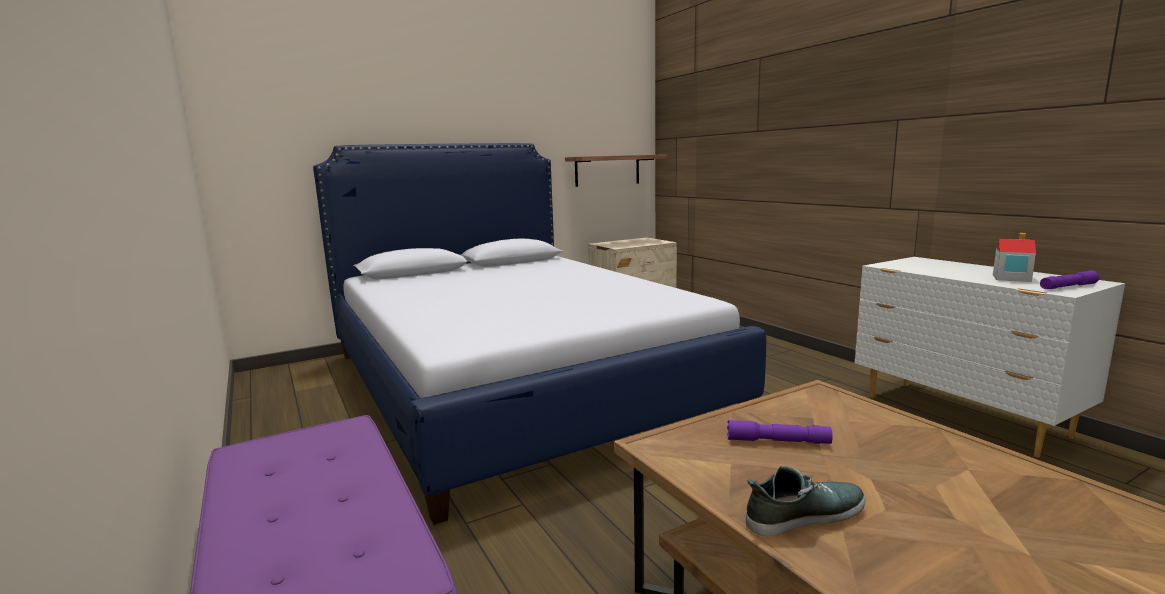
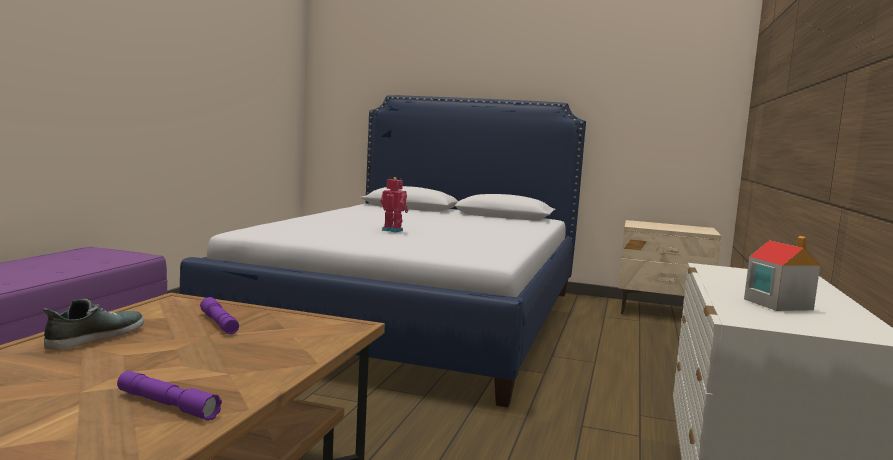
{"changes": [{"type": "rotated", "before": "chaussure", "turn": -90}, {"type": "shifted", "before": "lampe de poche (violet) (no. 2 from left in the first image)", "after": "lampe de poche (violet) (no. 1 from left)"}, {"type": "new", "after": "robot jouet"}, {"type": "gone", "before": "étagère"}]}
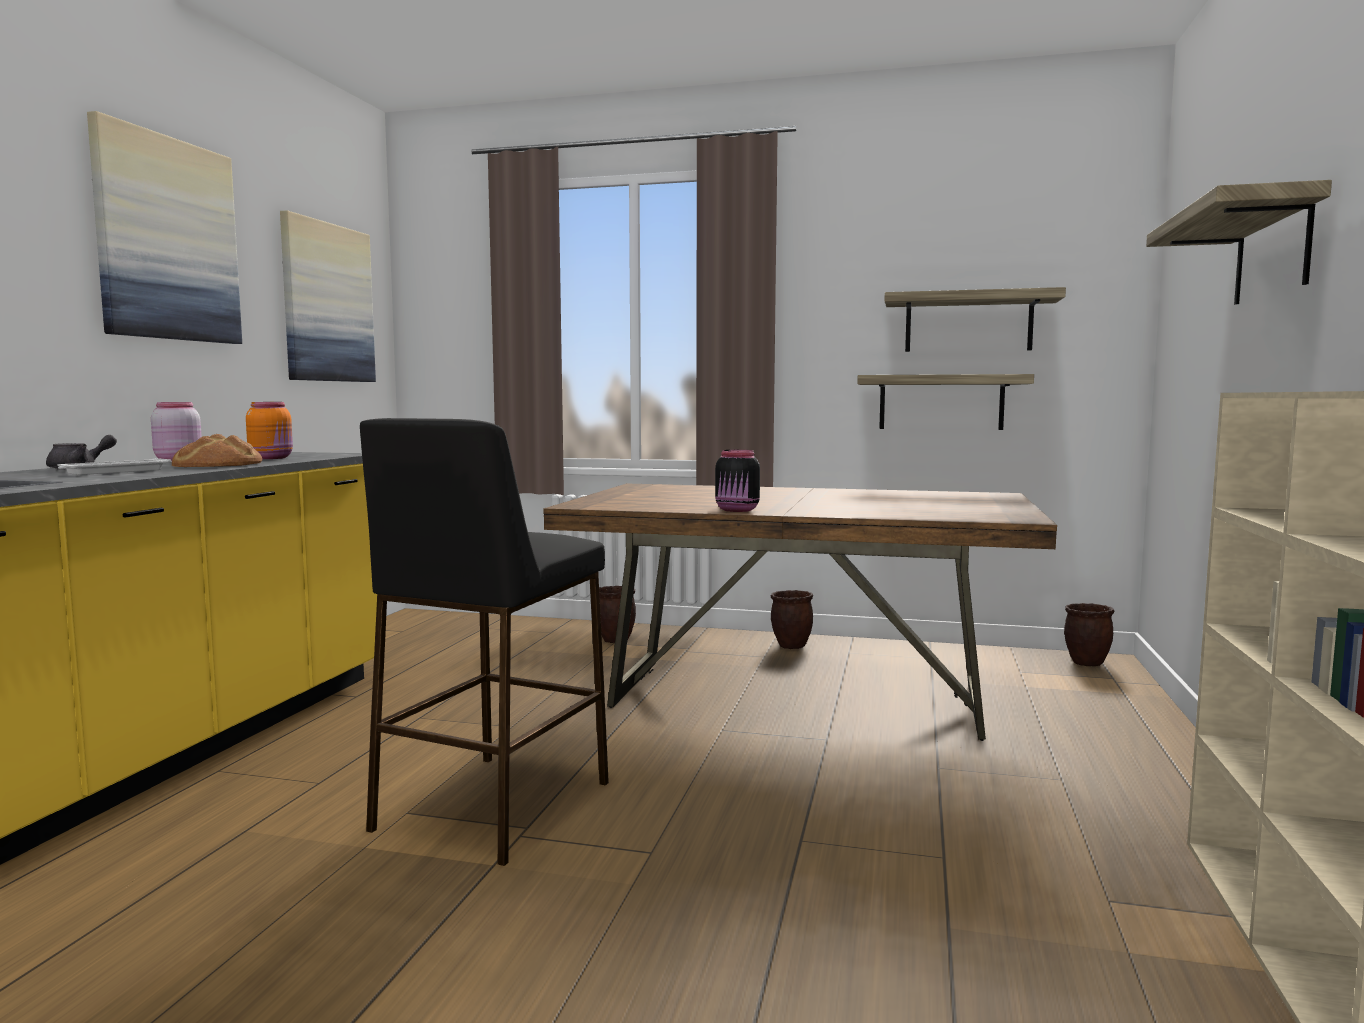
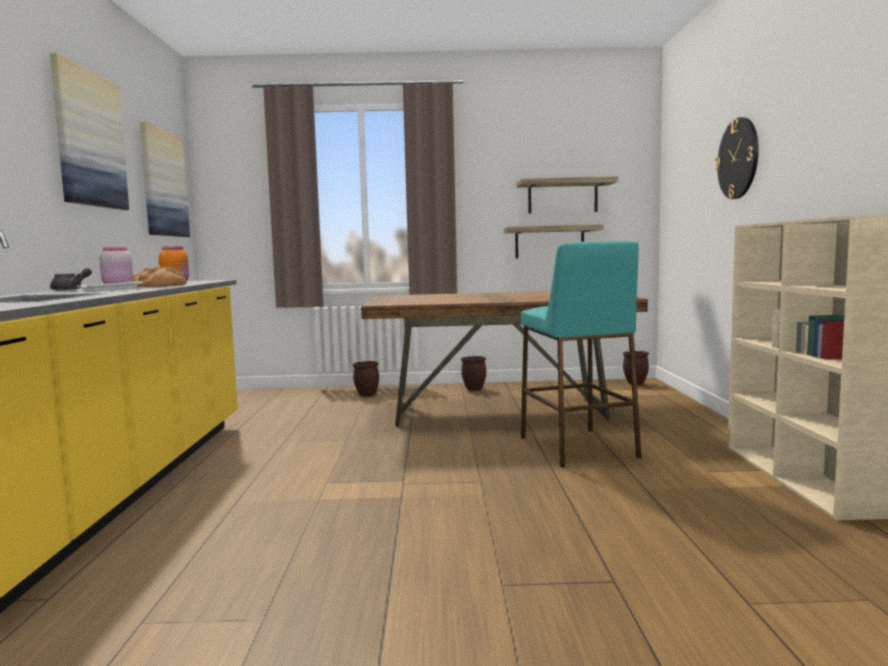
{"changes": [{"type": "new", "after": "tabouret (turquoise)"}, {"type": "swapped", "before": "étagère (no. 3 from left)", "after": "horloge murale"}, {"type": "gone", "before": "tabouret (noir)"}, {"type": "gone", "before": "bocal (noir)"}]}
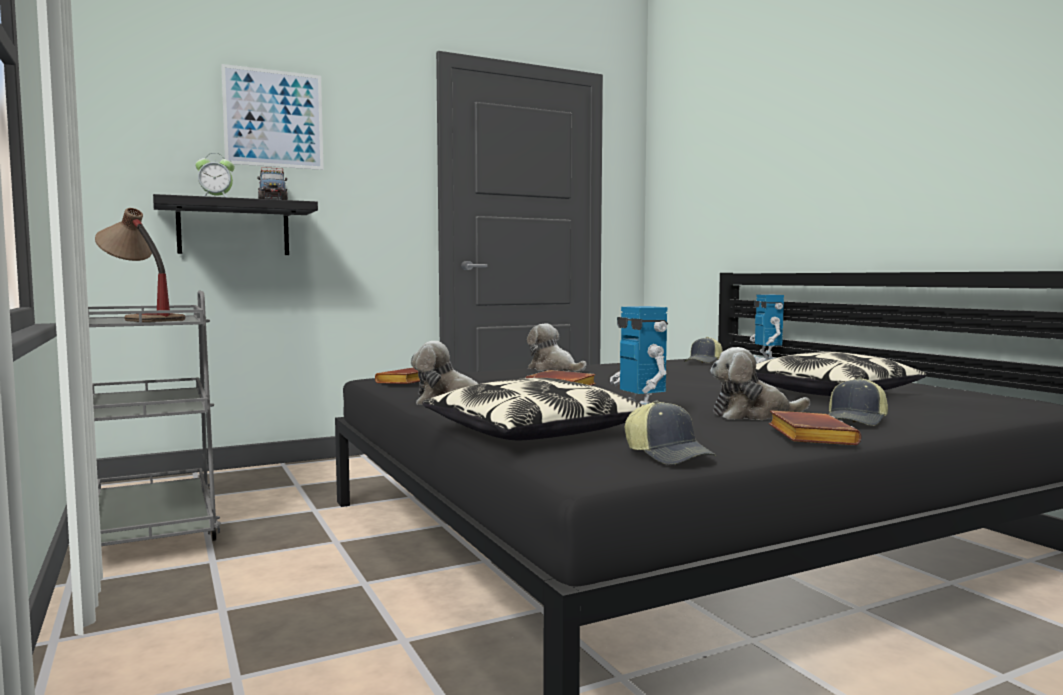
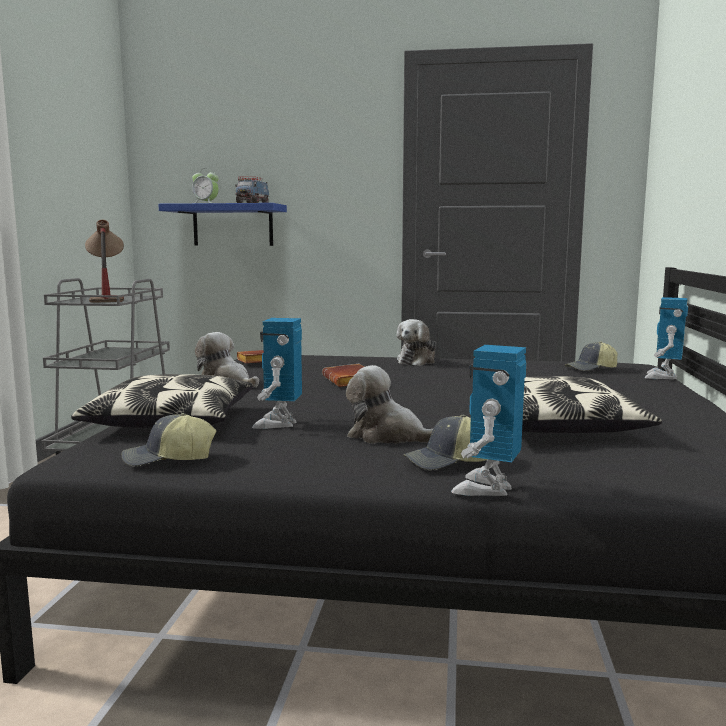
{"changes": [{"type": "rotated", "before": "casquette (no. 1 from left)", "turn": 75}, {"type": "repainted", "before": "étagère (noir)", "after": "étagère (bleu)"}, {"type": "rotated", "before": "peluche (no. 2 from left in the first image)", "turn": -135}, {"type": "new", "after": "robot jouet (no. 2 from left)"}, {"type": "gone", "before": "tableau"}, {"type": "gone", "before": "livre (marron) (no. 3 from left)"}]}
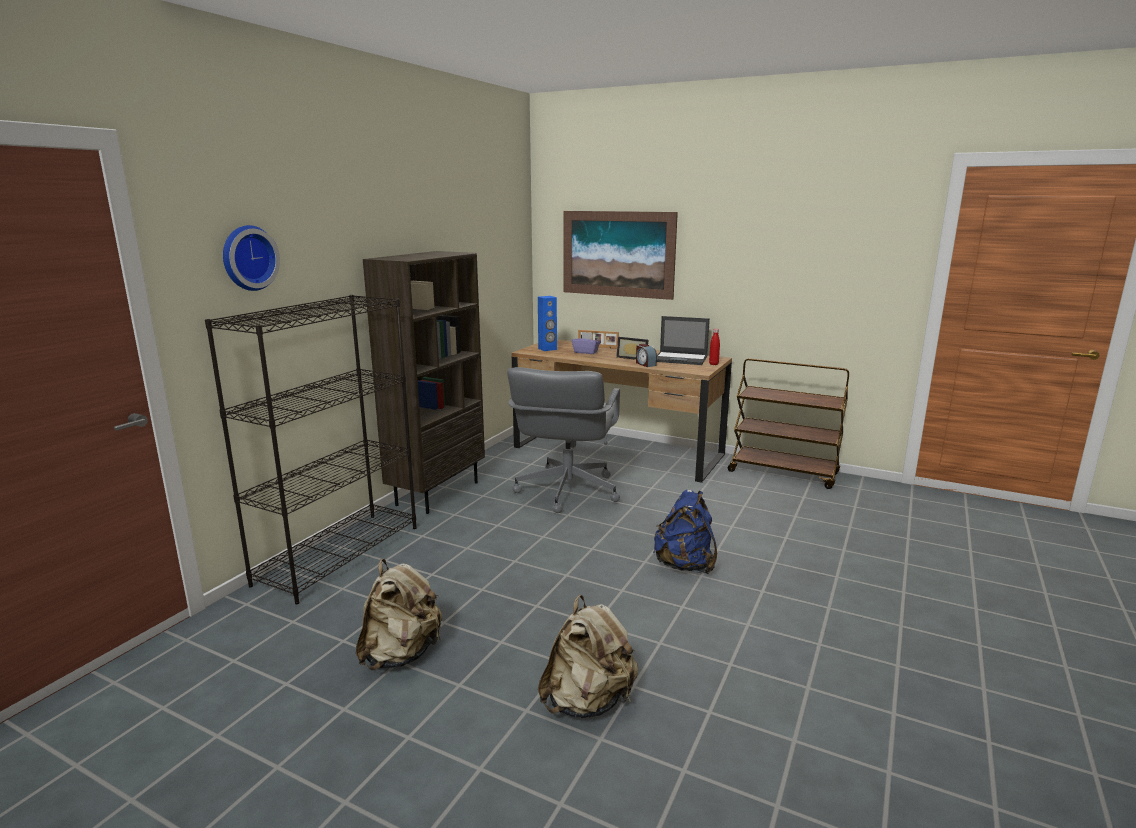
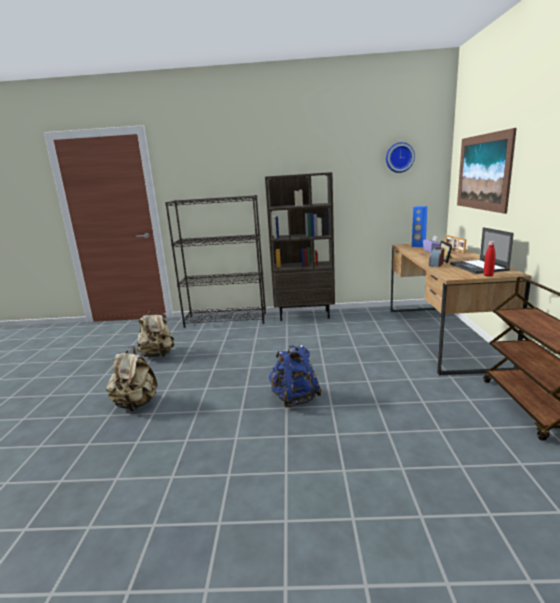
{"changes": [{"type": "shifted", "before": "horloge murale"}, {"type": "gone", "before": "chaise de bureau (gris)"}]}
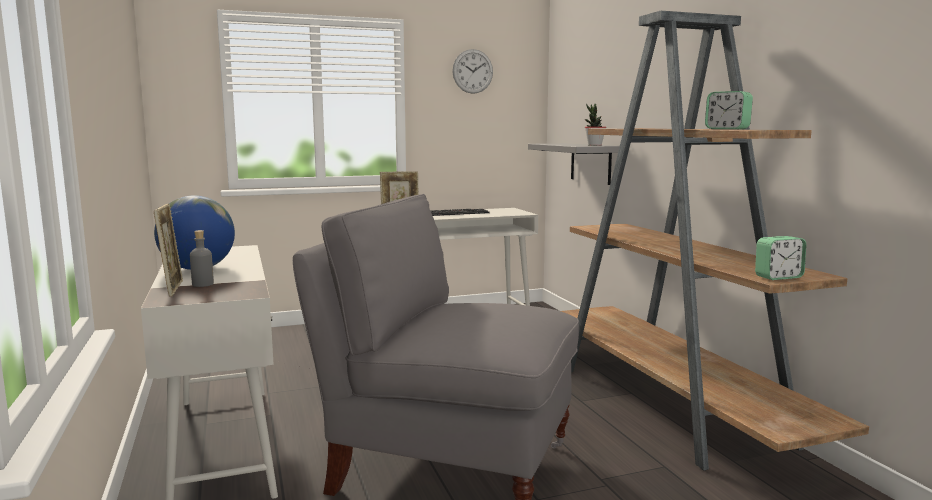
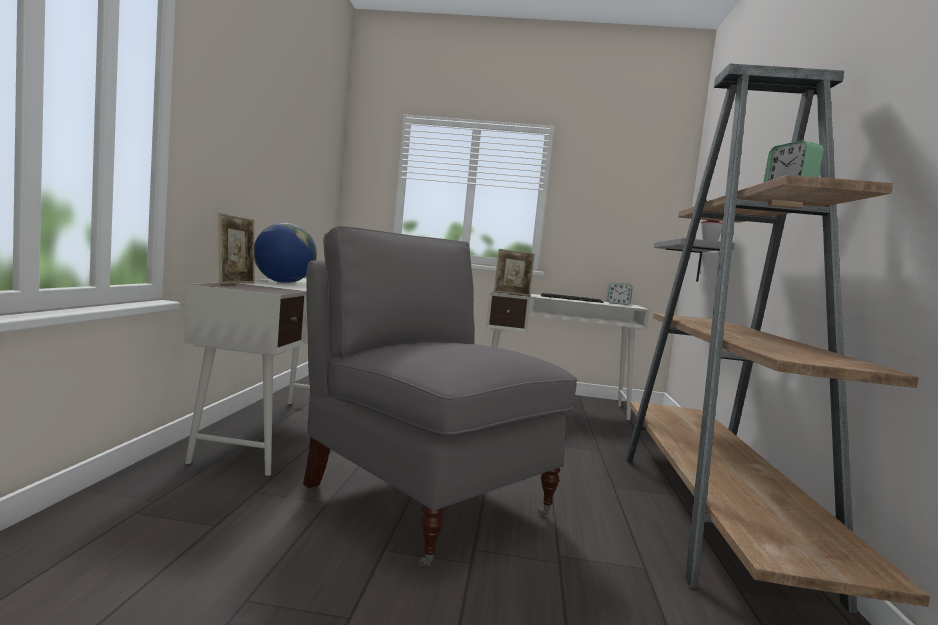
{"changes": [{"type": "shifted", "before": "réveil (no. 2 from left in the first image)", "after": "réveil (no. 1 from left)"}, {"type": "gone", "before": "bouteille (gris)"}, {"type": "gone", "before": "horloge murale"}]}
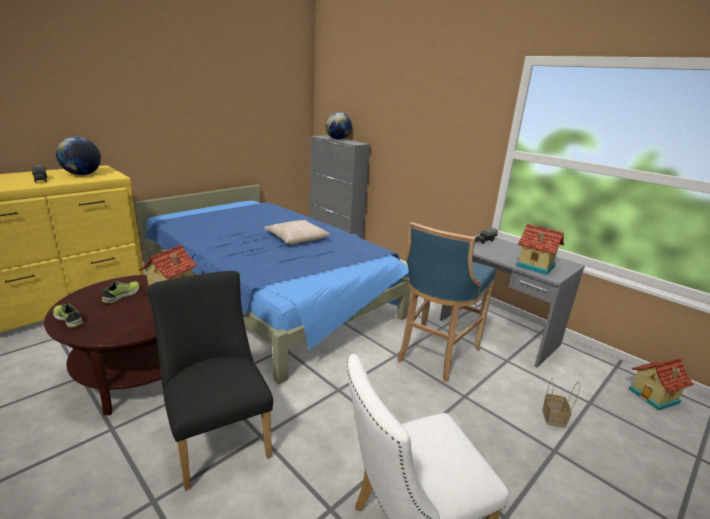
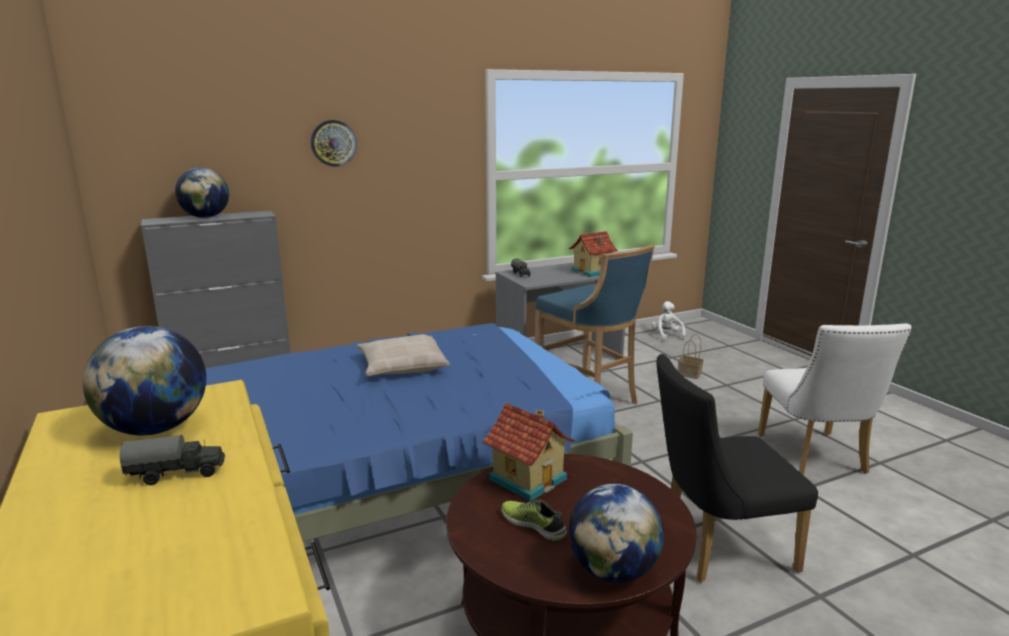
{"changes": [{"type": "new", "after": "horloge murale"}, {"type": "swapped", "before": "chaussure (no. 1 from left)", "after": "globe (no. 3 from left)"}, {"type": "swapped", "before": "maison miniature (no. 3 from left)", "after": "peluche (blanc)"}]}
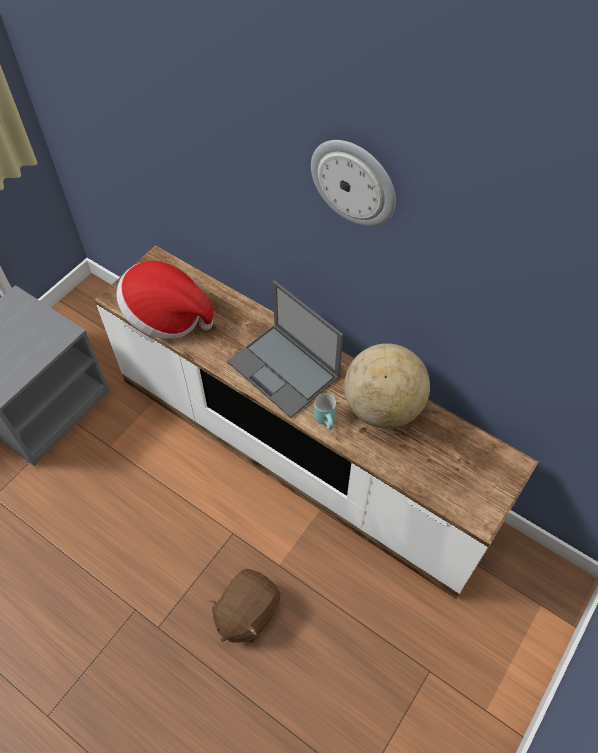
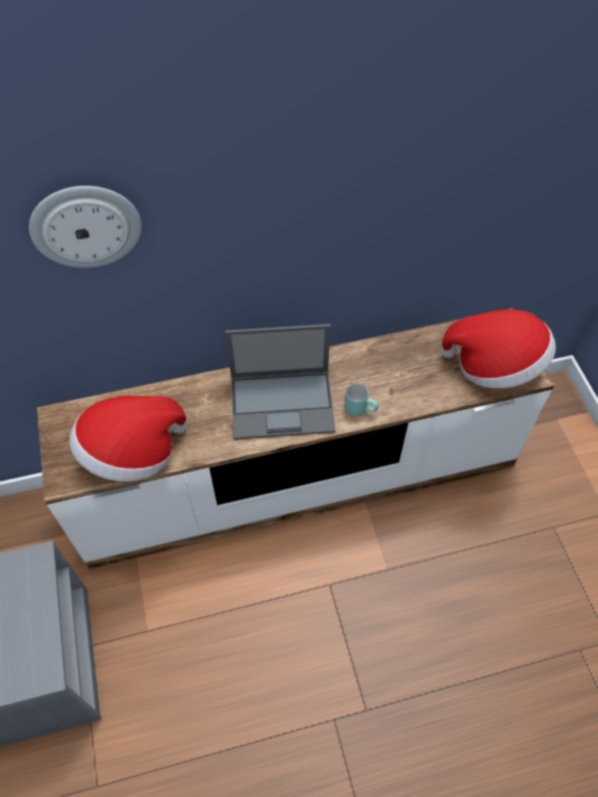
{"changes": [{"type": "shifted", "before": "horloge murale"}, {"type": "new", "after": "chapeau (no. 2 from left)"}, {"type": "gone", "before": "peluche (marron)"}, {"type": "gone", "before": "globe"}]}
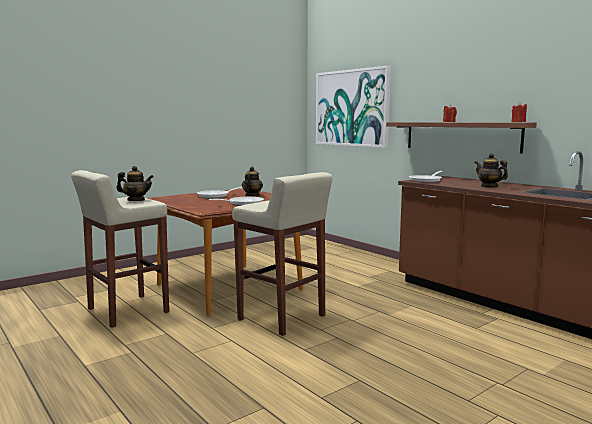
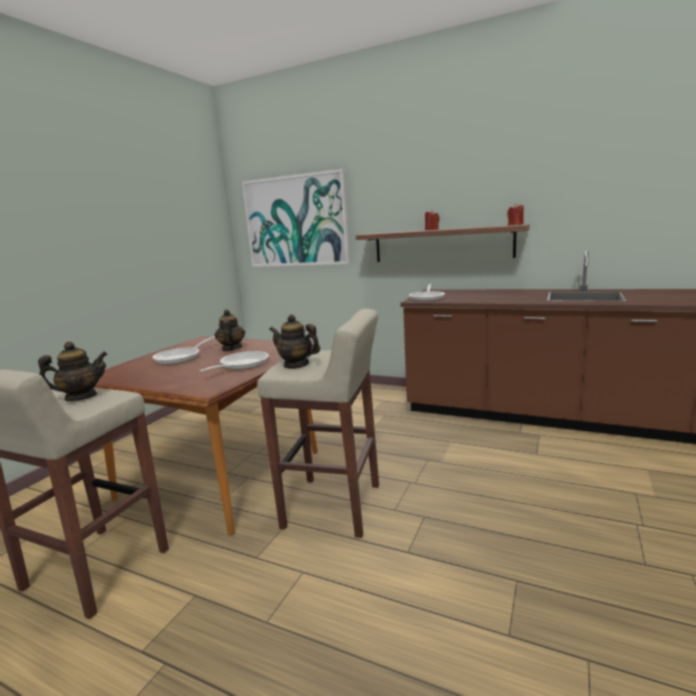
{"changes": [{"type": "shifted", "before": "théière (no. 3 from left)"}]}
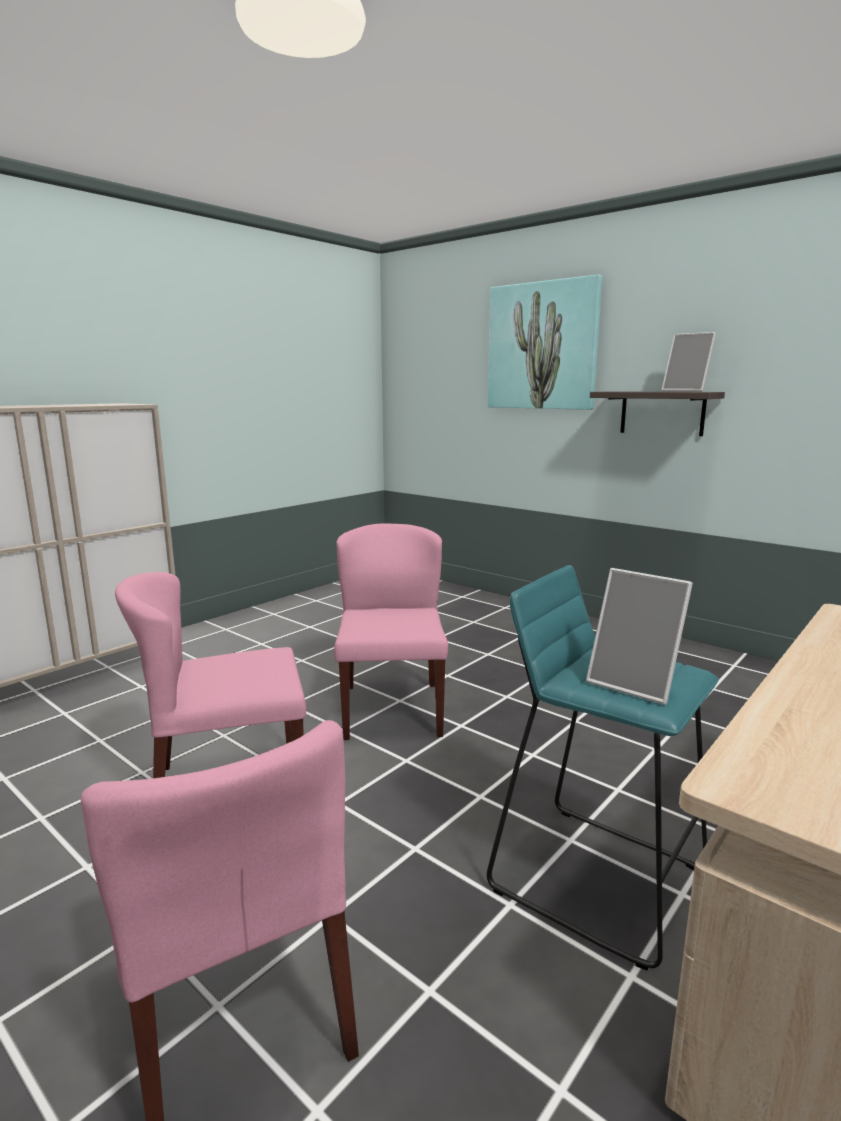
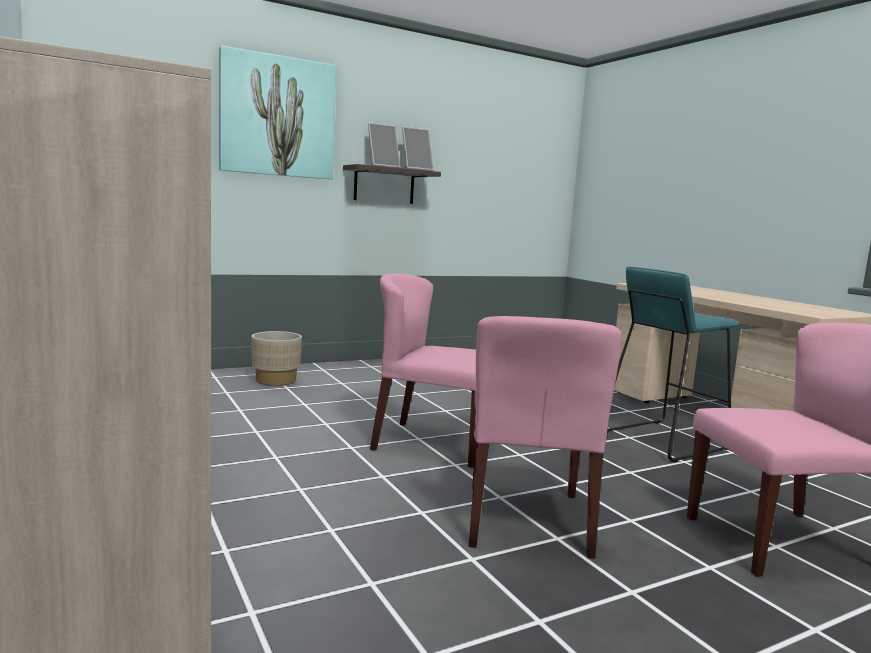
{"changes": [{"type": "new", "after": "cache-pot (beige)"}, {"type": "shifted", "before": "cadre photo (no. 1 from left)"}]}
